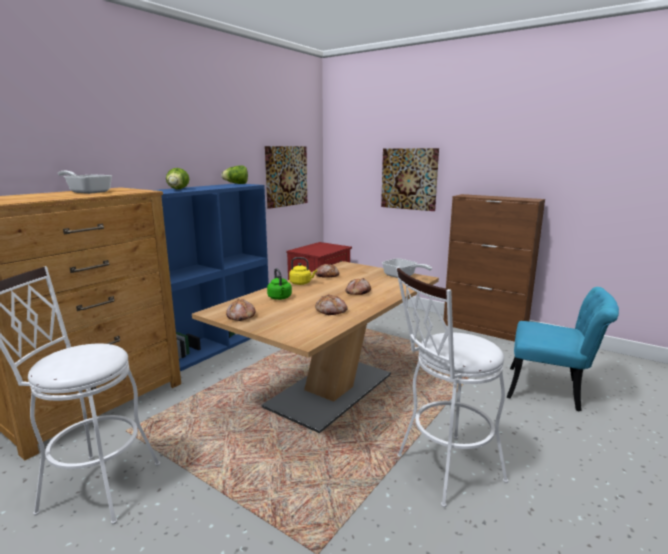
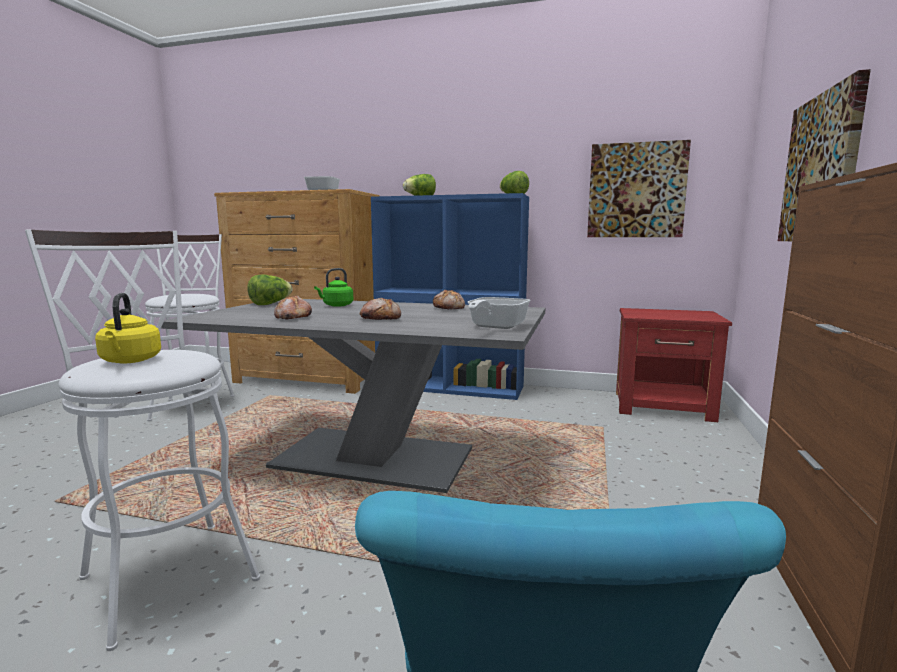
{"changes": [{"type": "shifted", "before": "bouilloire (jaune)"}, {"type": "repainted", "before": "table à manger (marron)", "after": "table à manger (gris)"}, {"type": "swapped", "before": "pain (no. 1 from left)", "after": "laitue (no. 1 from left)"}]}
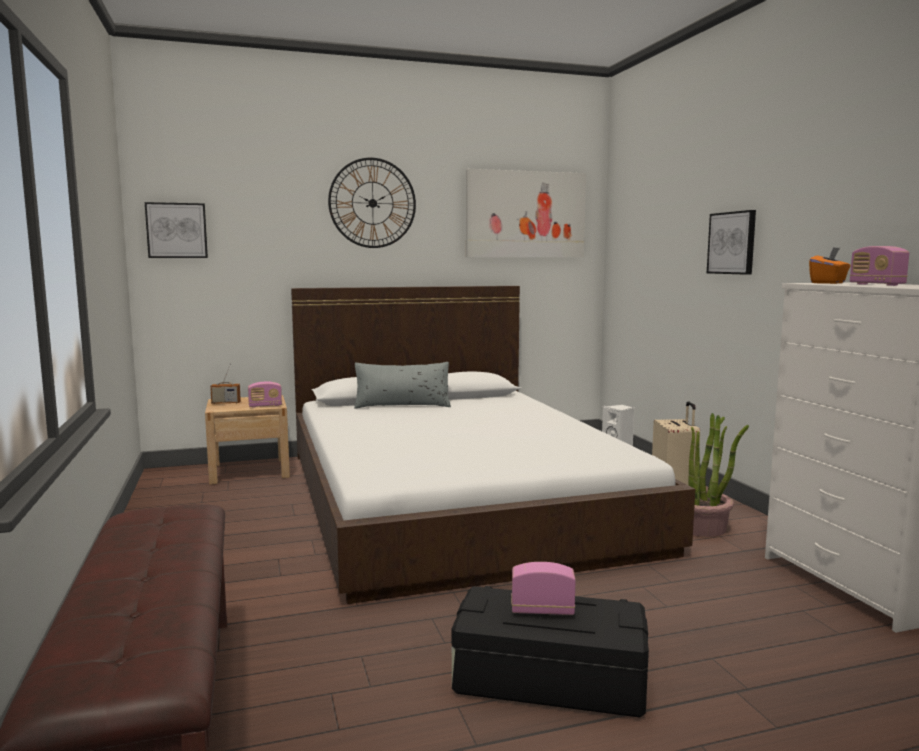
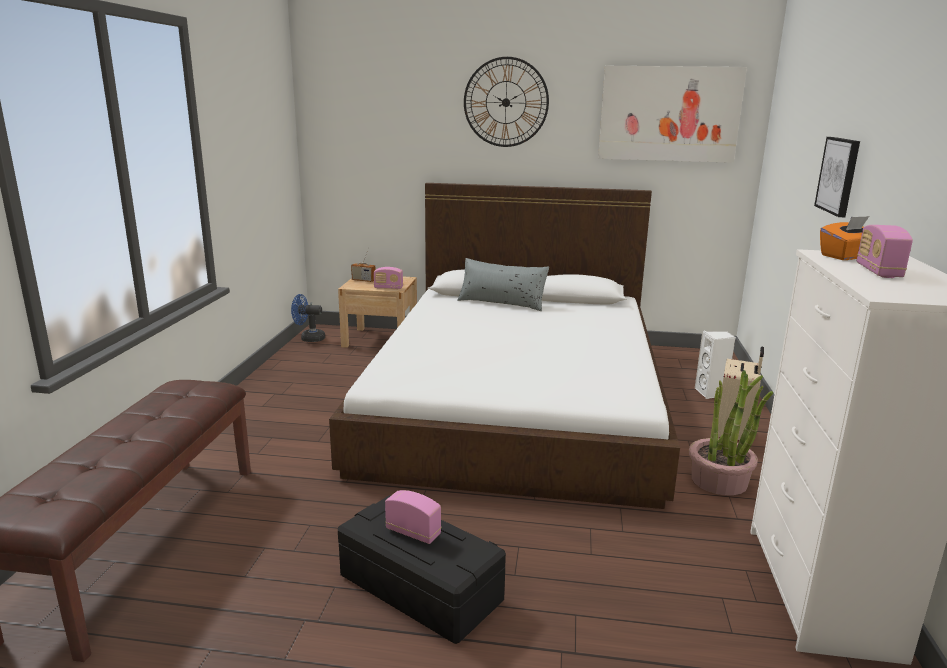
{"changes": [{"type": "new", "after": "ventilateur (bleu)"}, {"type": "gone", "before": "tableau (no. 1 from left)"}]}
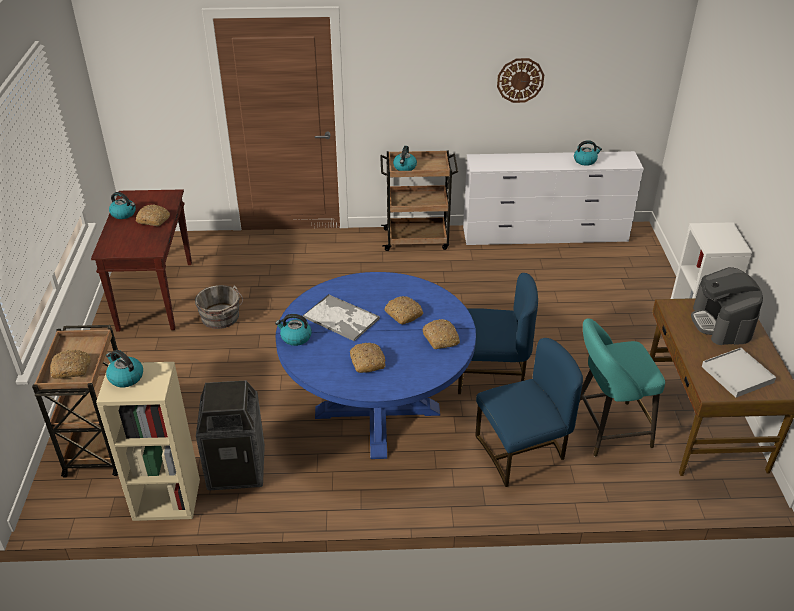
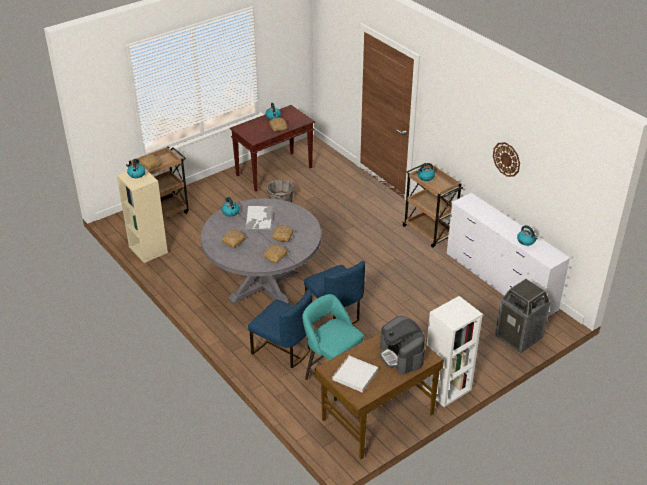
{"changes": [{"type": "repainted", "before": "table à manger (bleu)", "after": "table à manger (gris)"}, {"type": "rotated", "before": "machine à café", "turn": -75}, {"type": "shifted", "before": "poubelle"}]}
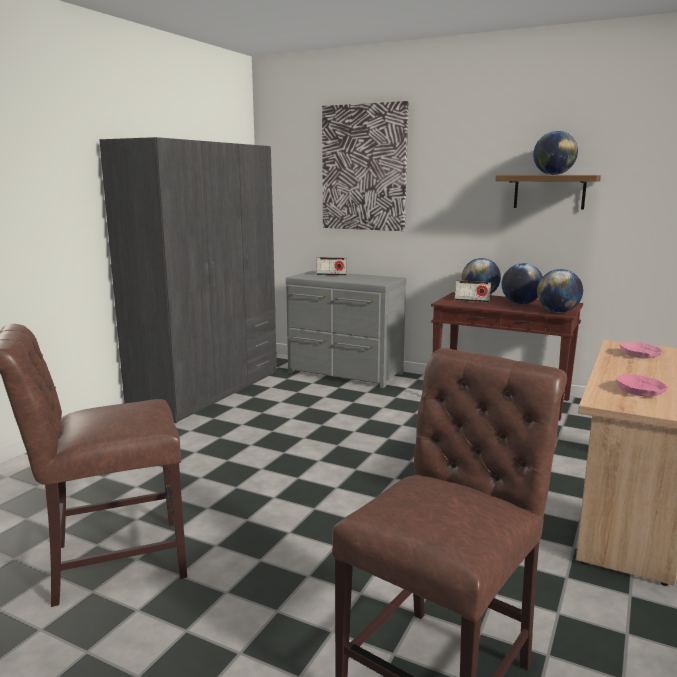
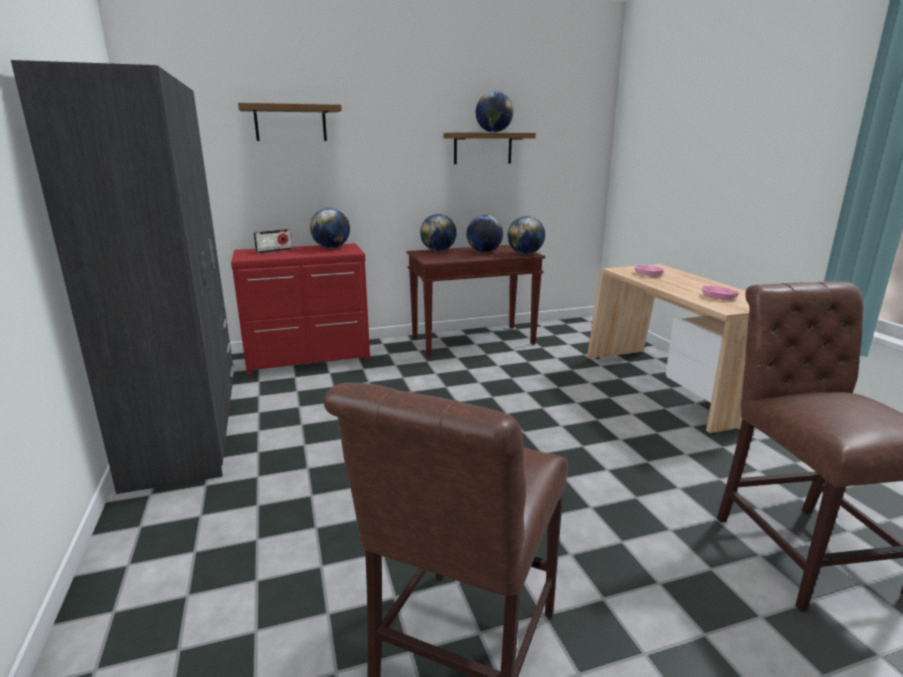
{"changes": [{"type": "repainted", "before": "commode (gris)", "after": "commode (rouge)"}, {"type": "swapped", "before": "tableau", "after": "étagère (no. 1 from left)"}, {"type": "new", "after": "globe (no. 1 from left)"}, {"type": "gone", "before": "radio (no. 2 from left)"}]}
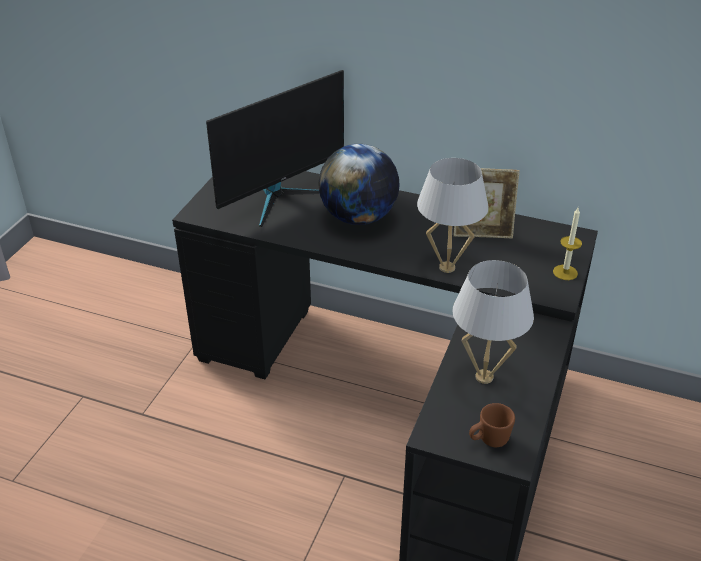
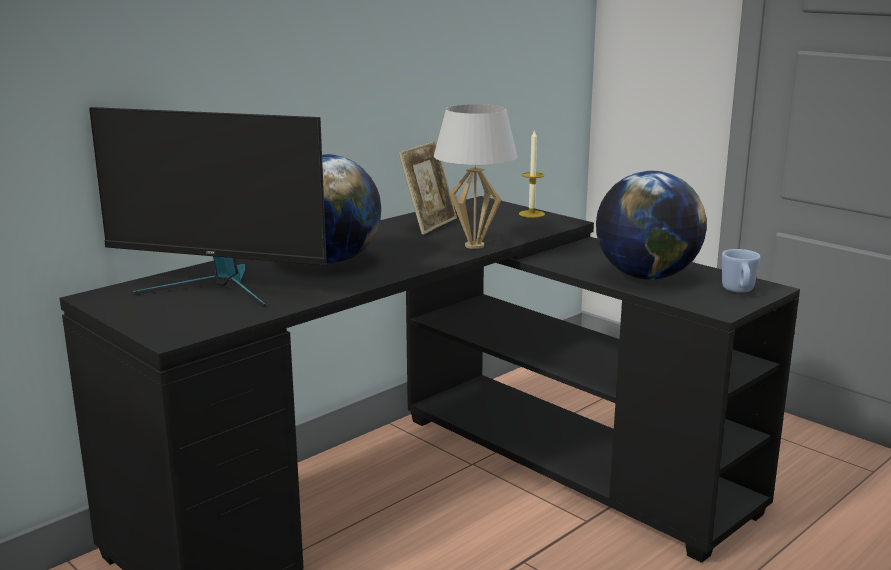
{"changes": [{"type": "rotated", "before": "écran d'ordinateur", "turn": 120}, {"type": "swapped", "before": "lampe de table (blanc) (no. 2 from left)", "after": "globe (no. 2 from left)"}, {"type": "repainted", "before": "mug (marron)", "after": "mug (bleu)"}]}
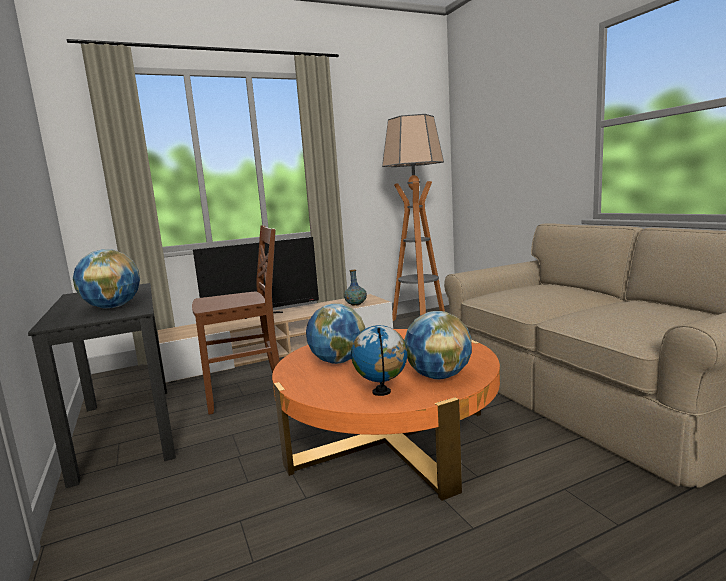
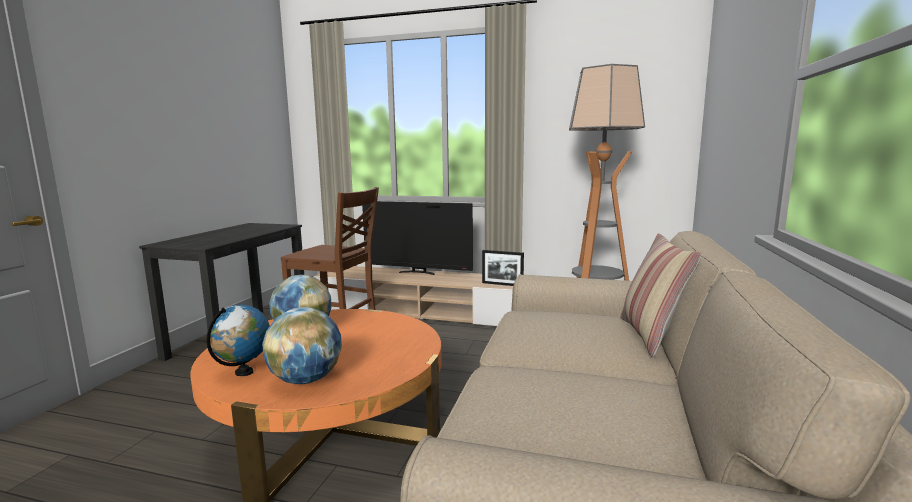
{"changes": [{"type": "swapped", "before": "vase", "after": "cadre photo"}, {"type": "new", "after": "coussin"}, {"type": "gone", "before": "globe (no. 1 from left)"}]}
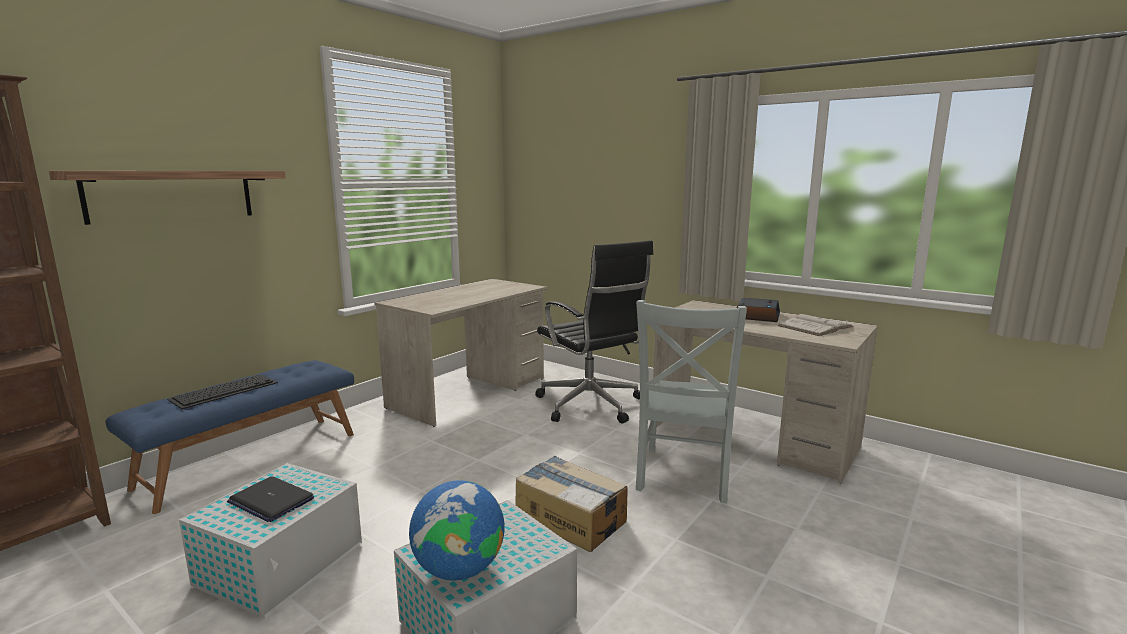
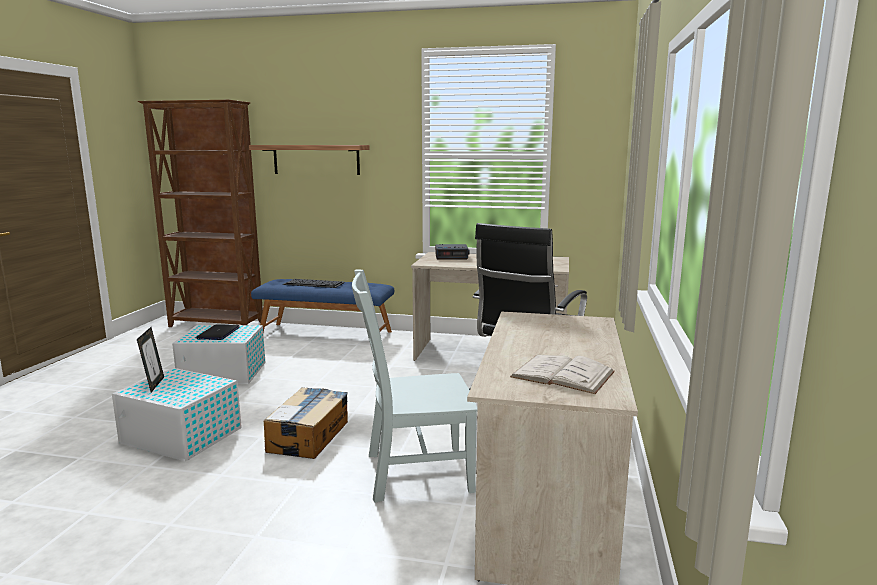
{"changes": [{"type": "swapped", "before": "globe", "after": "cadre photo"}, {"type": "shifted", "before": "réveil"}]}
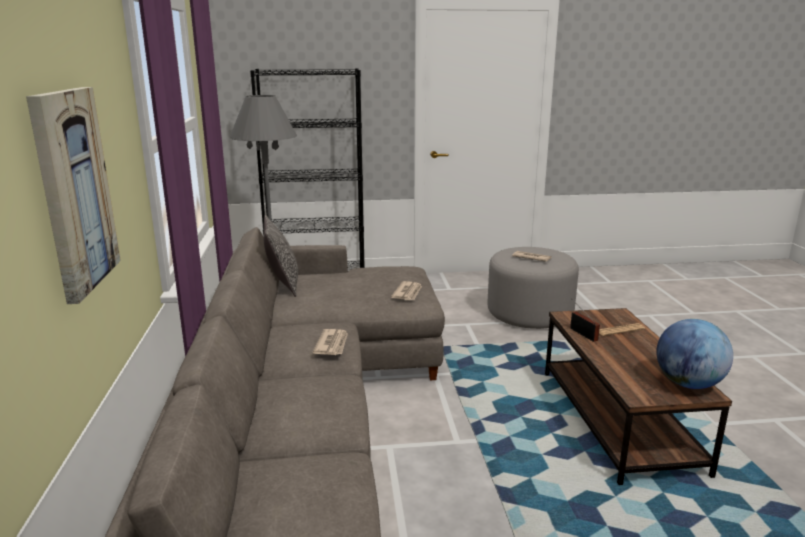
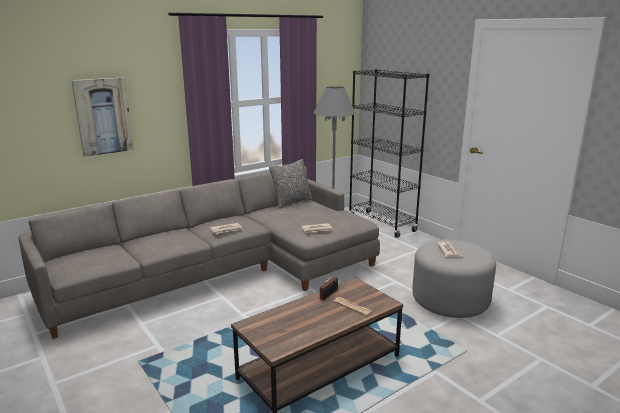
{"changes": [{"type": "gone", "before": "globe"}]}
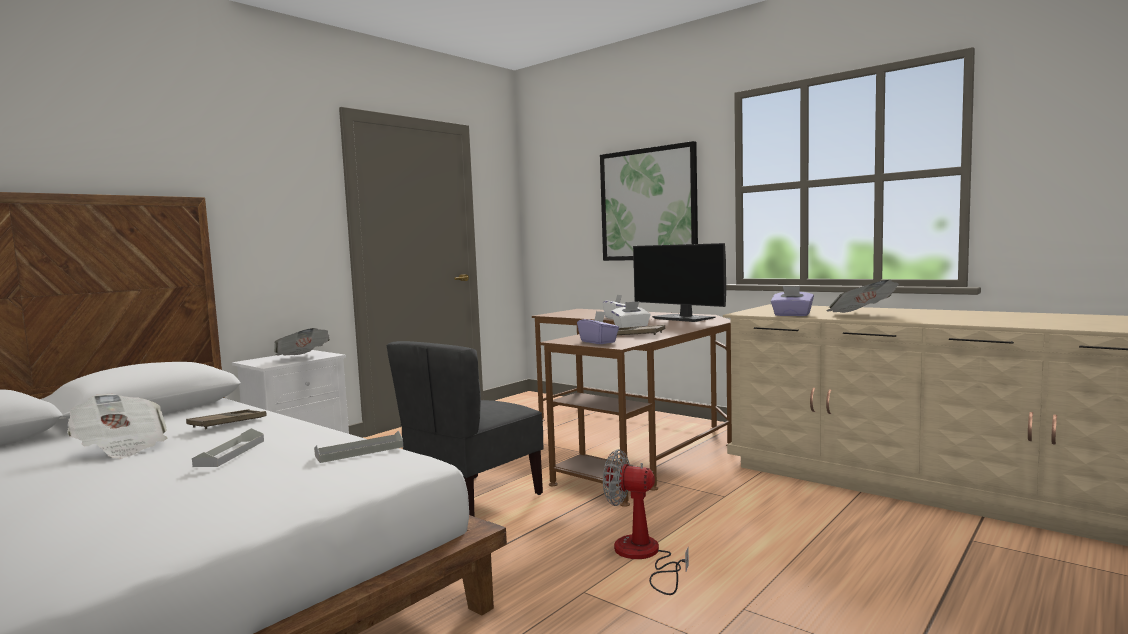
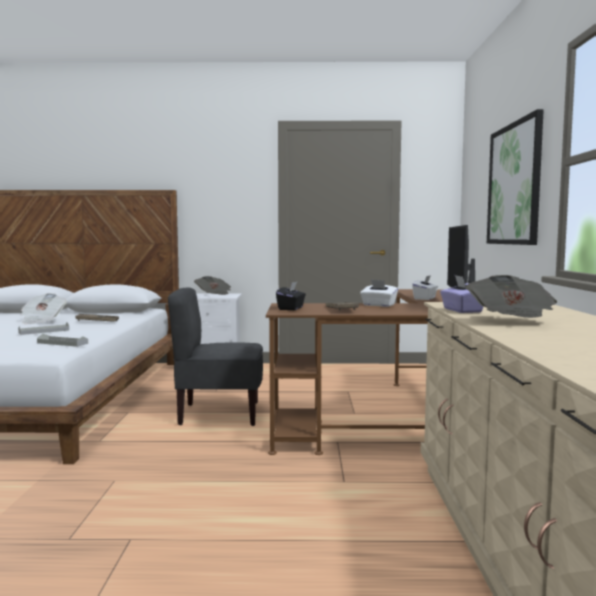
{"changes": [{"type": "repainted", "before": "boîte à mouchoirs (violet) (no. 1 from left)", "after": "boîte à mouchoirs (noir)"}, {"type": "gone", "before": "ventilateur"}]}
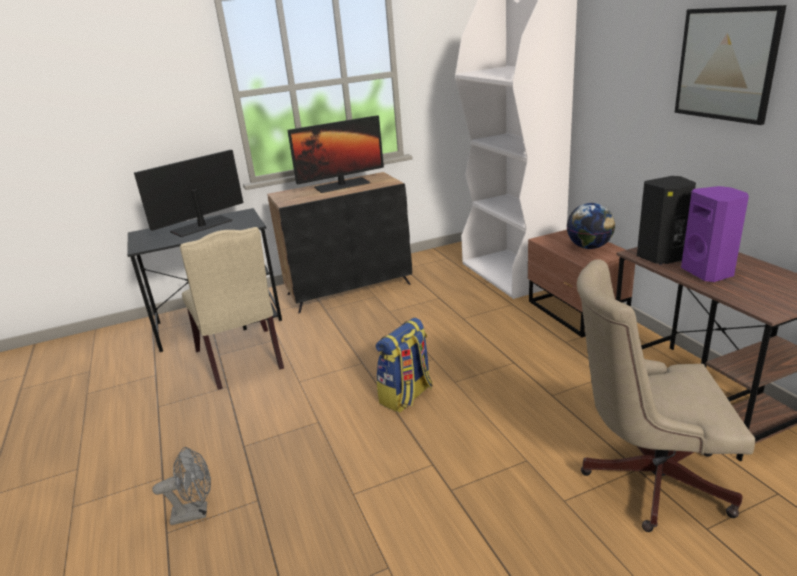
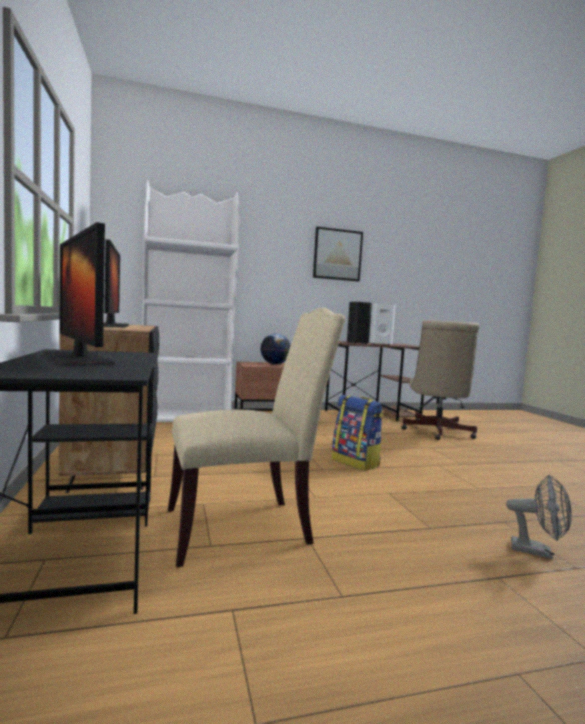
{"changes": [{"type": "repainted", "before": "enceinte (violet)", "after": "enceinte (blanc)"}, {"type": "rotated", "before": "ventilateur (gris)", "turn": 120}]}
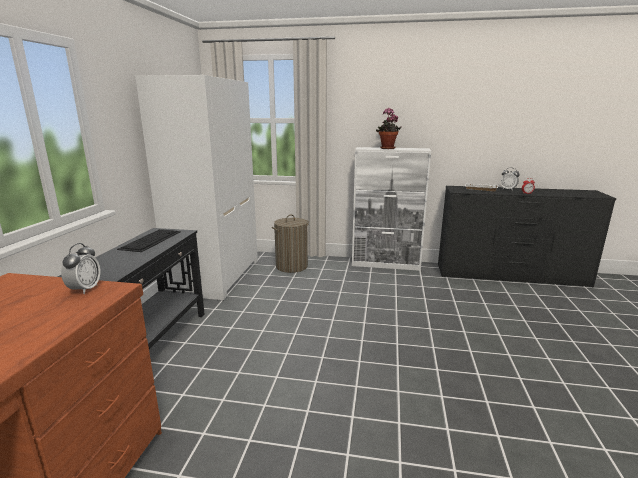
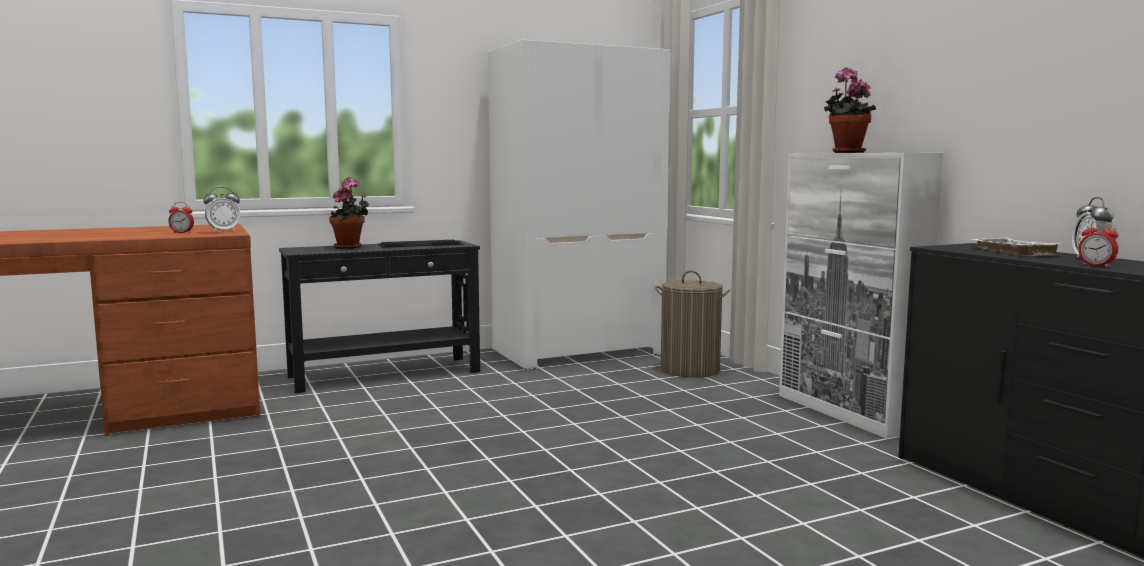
{"changes": [{"type": "new", "after": "réveil (no. 1 from left)"}, {"type": "new", "after": "plante en pot (no. 1 from left)"}]}
